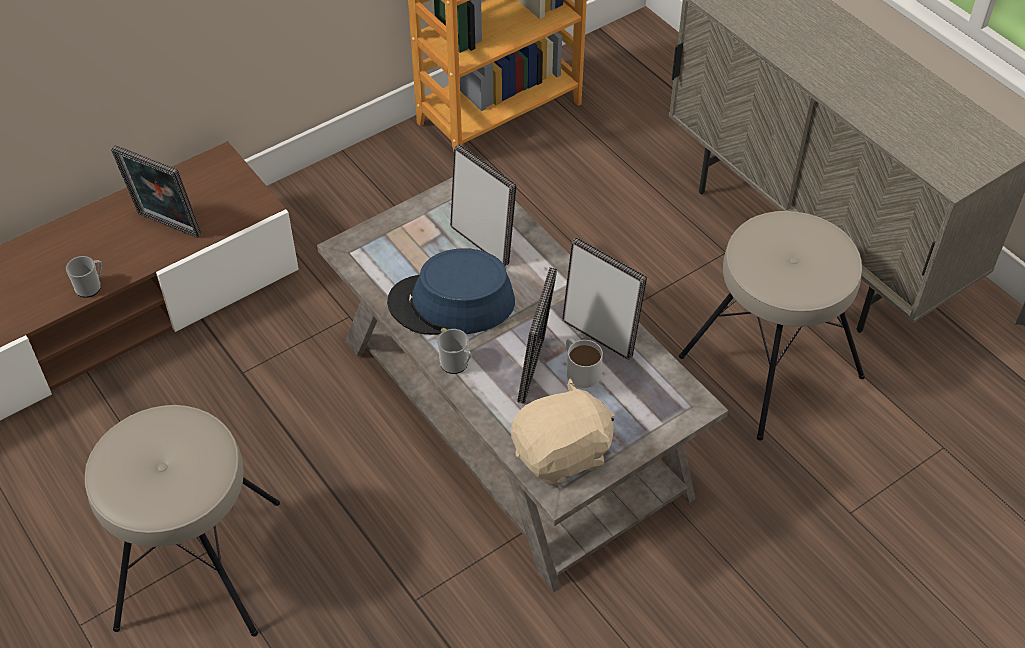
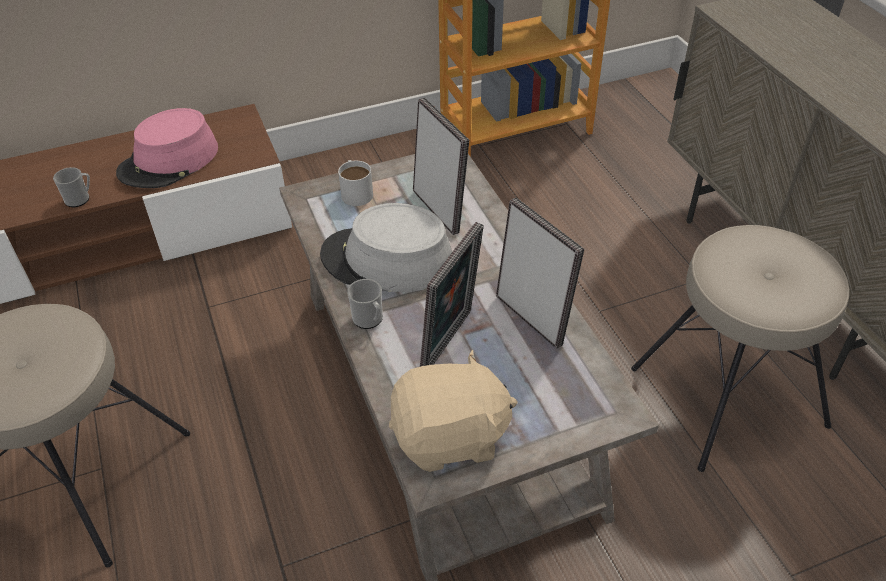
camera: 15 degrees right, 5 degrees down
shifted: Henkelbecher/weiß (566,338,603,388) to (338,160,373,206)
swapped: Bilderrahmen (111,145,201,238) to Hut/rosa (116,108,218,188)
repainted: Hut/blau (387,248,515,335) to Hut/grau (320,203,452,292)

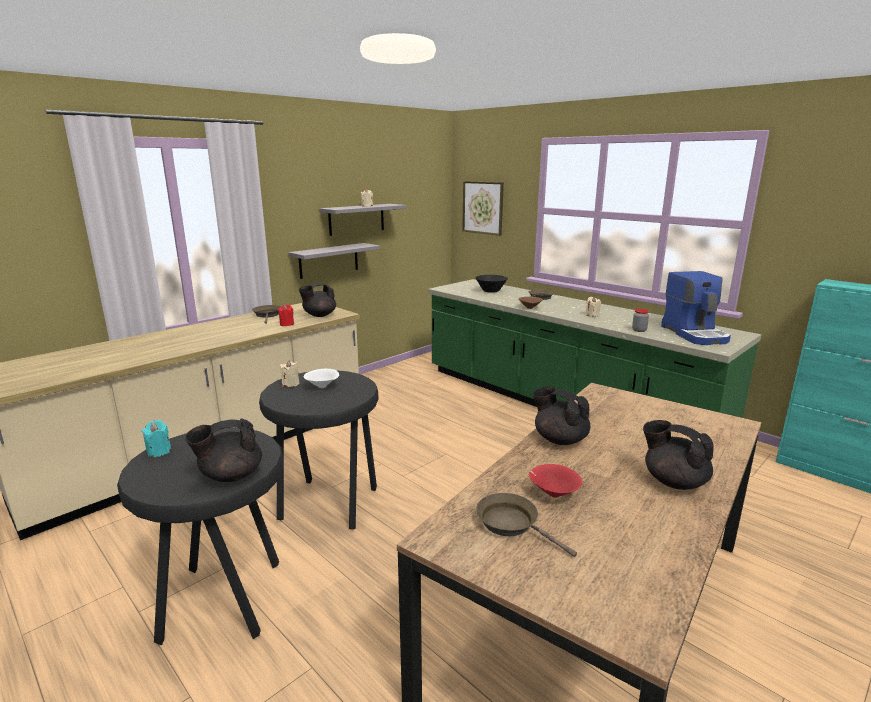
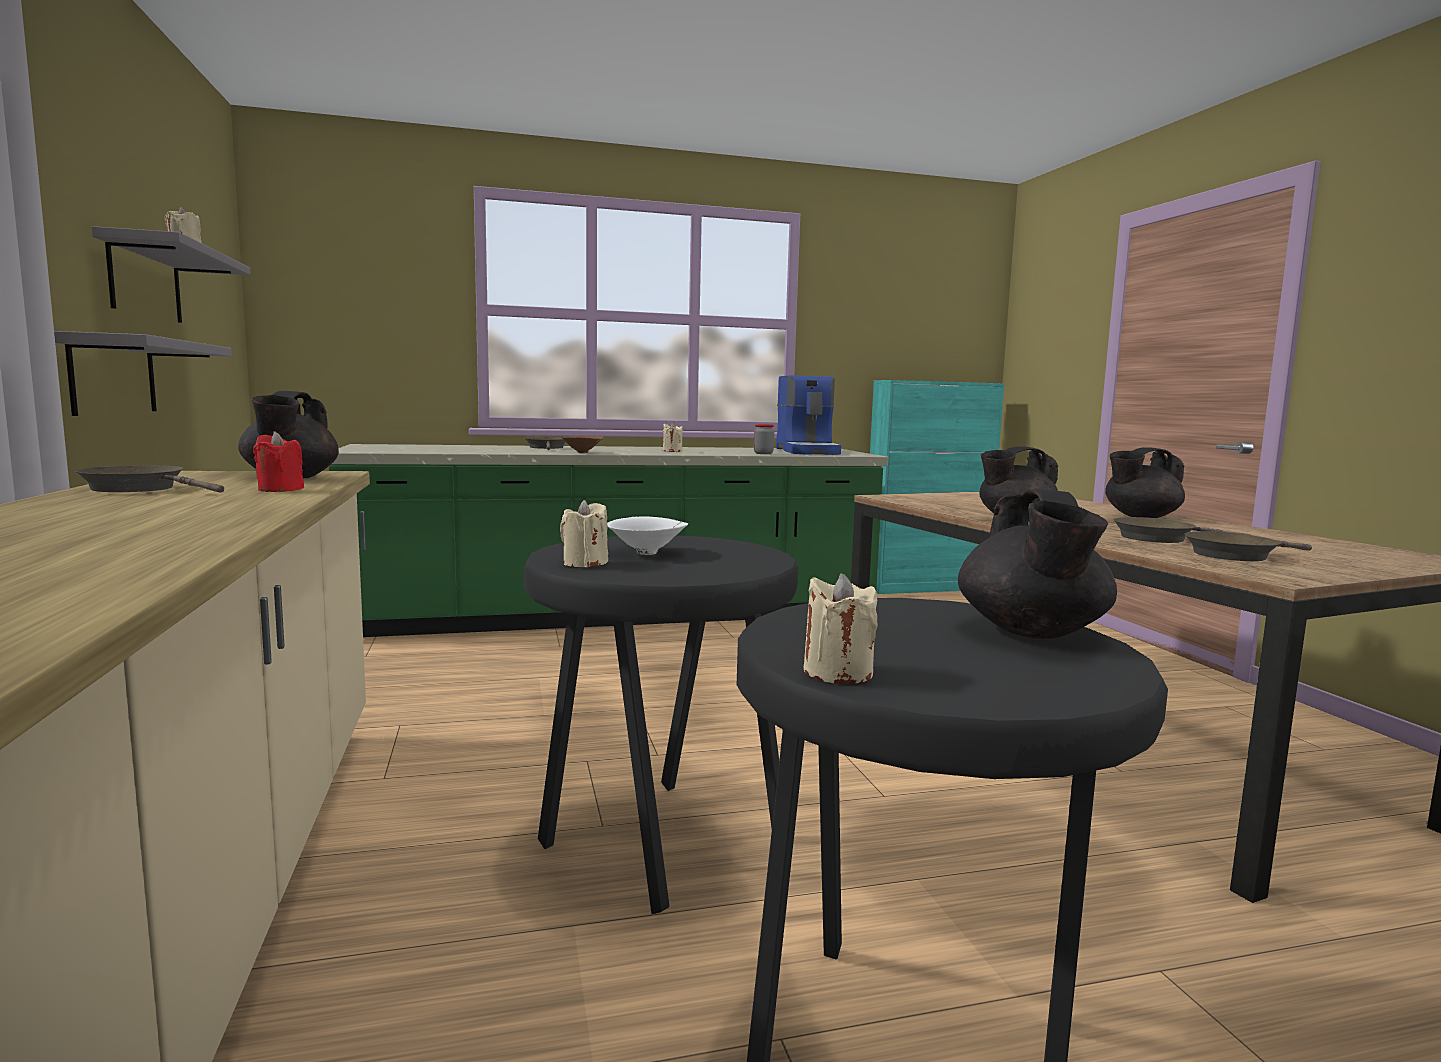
camera: 60 degrees left, 10 degrees down
gone: Bild (462,181,504,236); Schüssel/schwarz (475,275,508,293)
swapped: Schüssel/rot (529,464,582,498) to Pfanne/braun (1113,517,1251,543)
repainted: Kerze/türkis (142,420,171,457) to Kerze/beige (803,573,878,684)
rotated: Kaffeemaschine (661,271,731,345) = (776,375,841,455) 60 degrees clockwise

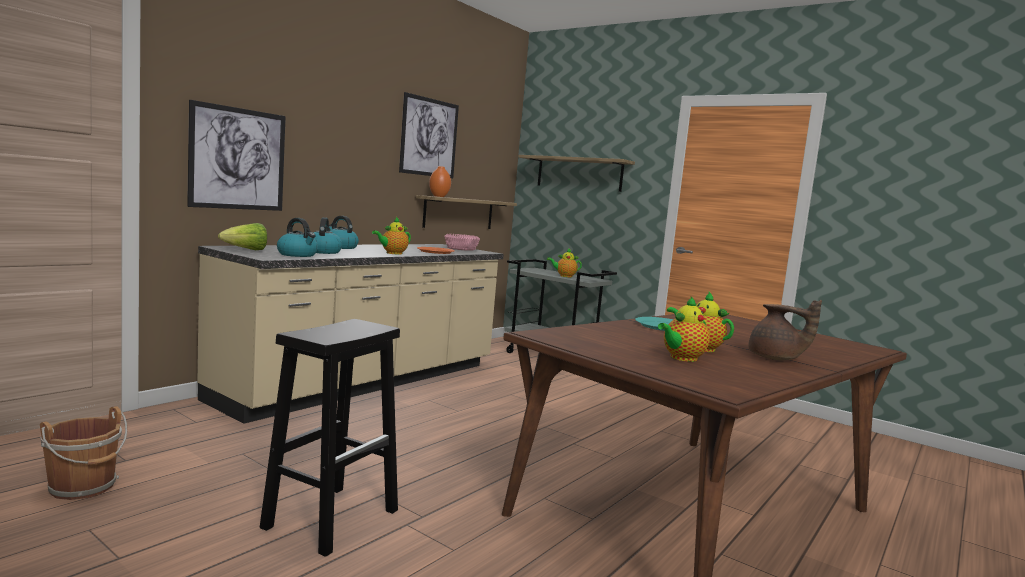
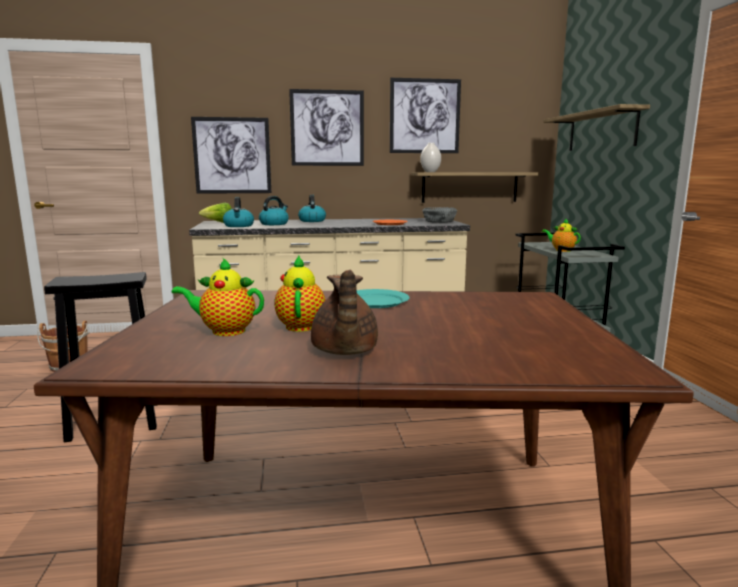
camera: 45 degrees right, 5 degrees up
gone: Teekanne (372,217,411,255)
new: Bild (289,89,364,166)
repainted: Vase/orange (429,166,451,197) to Vase/weiß (420,143,441,172); Schüssel/rosa (444,234,480,251) to Schüssel/grau (422,207,458,223)

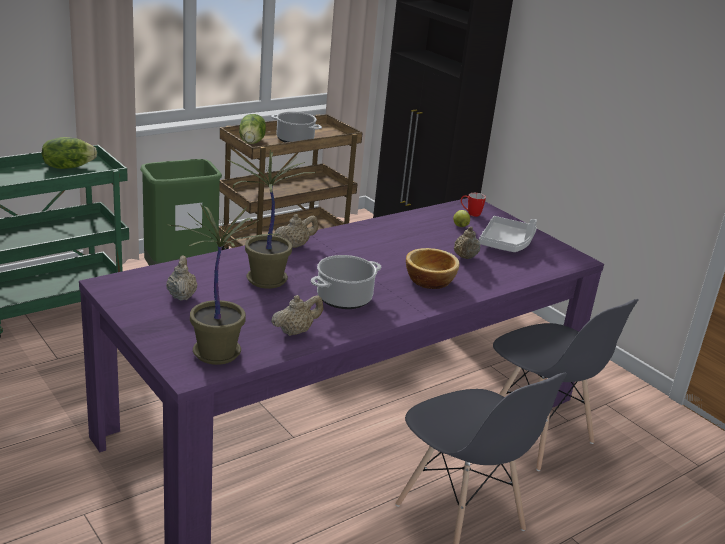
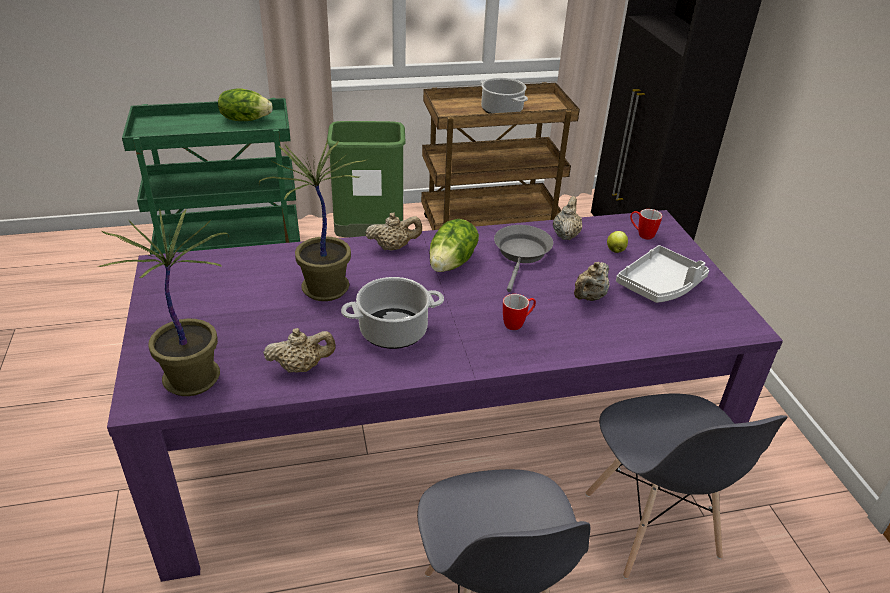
camera: 25 degrees right, 10 degrees up
new: Pfanne/grau (494,225,553,292)
shifted: Salatkopf (239,114,266,144) to (429,219,479,272); Teekanne/beige (166,256,197,301) to (553,196,582,240)
swapped: Schüssel (406,248,460,289) to Henkelbecher (503,294,536,330)

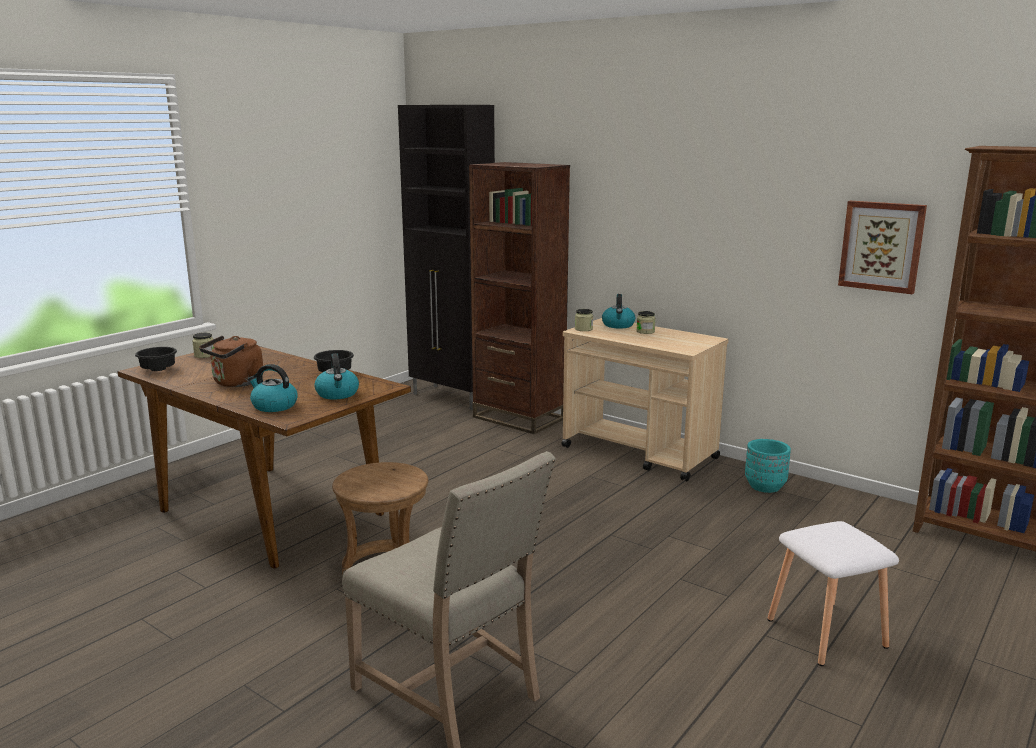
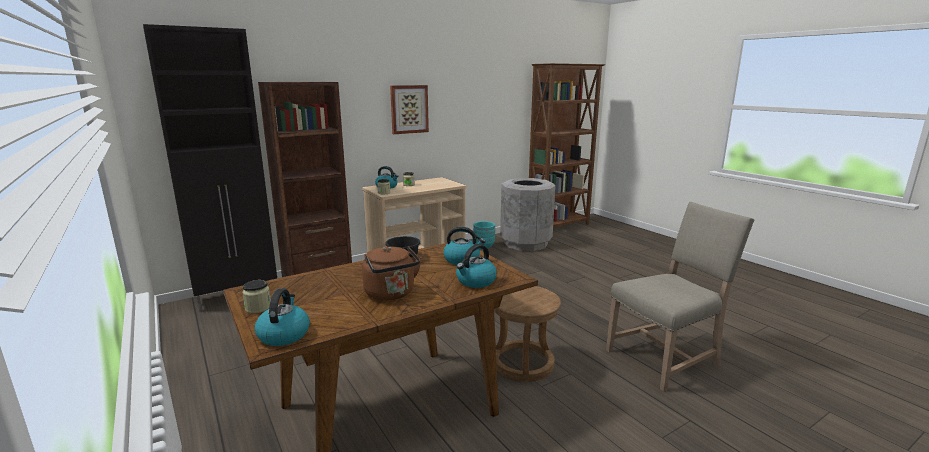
camera: 70 degrees left, 0 degrees up
gone: Hocker/weiß (767,521,899,666)
new: Mülleimer/grau (500,178,556,251)
shifted: Bild (838,201,927,294) to (390,85,429,134)
swapped: Schüssel/schwarz (135,347,177,371) to Wasserkessel (255,289,310,346)

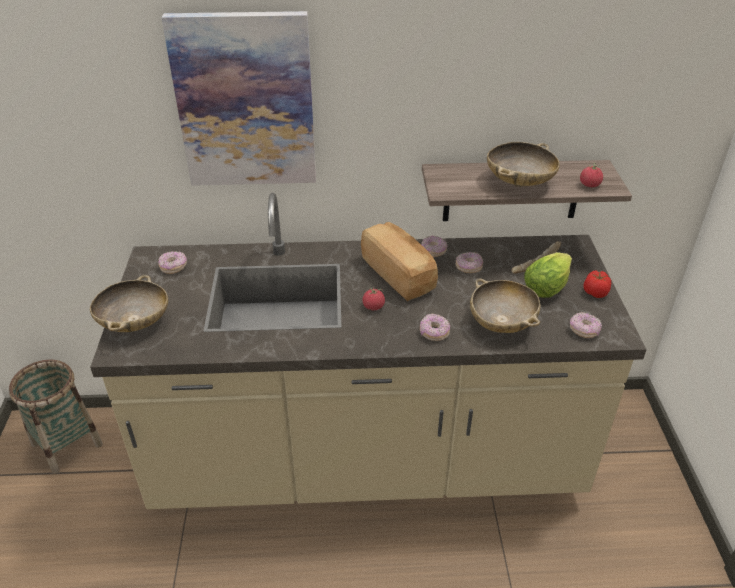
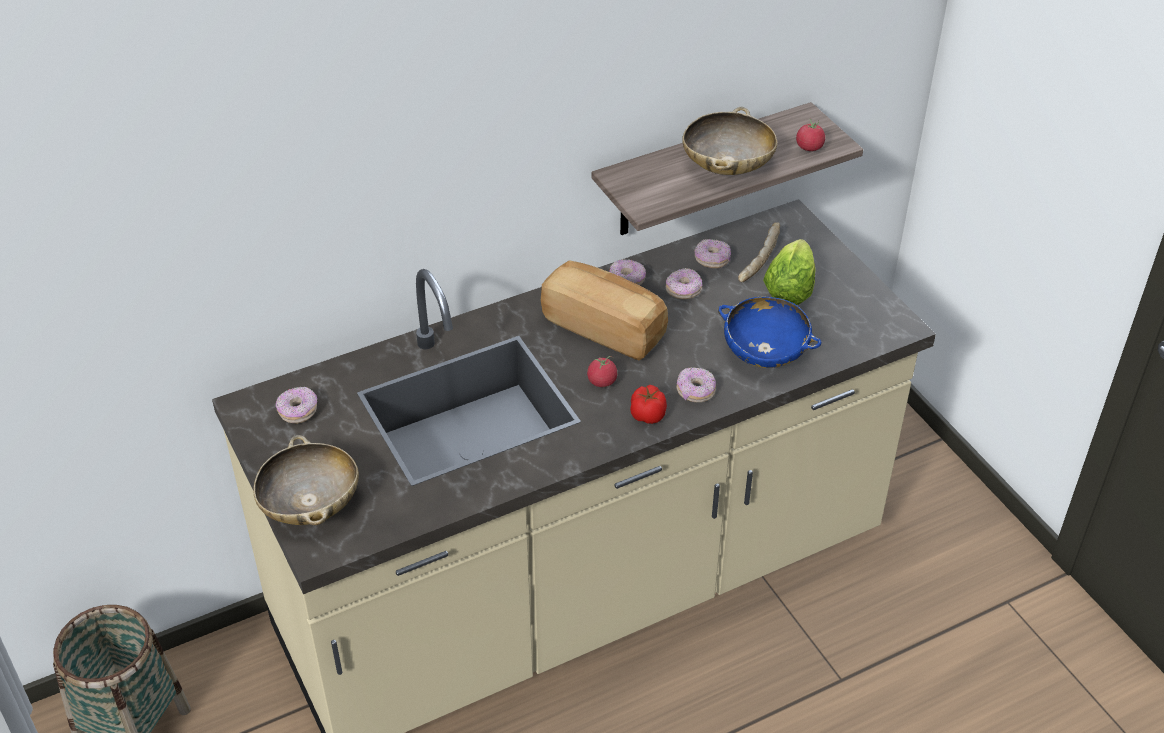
camera: 25 degrees left, 5 degrees up
gone: Bild (161,11,316,186)
shifted: Tomate (583,270,611,298) to (630,385,667,424); Donut (570,312,602,338) to (694,239,731,268)
repainted: Schüssel/beige (470,278,540,333) to Schüssel/blau (718,297,821,368)

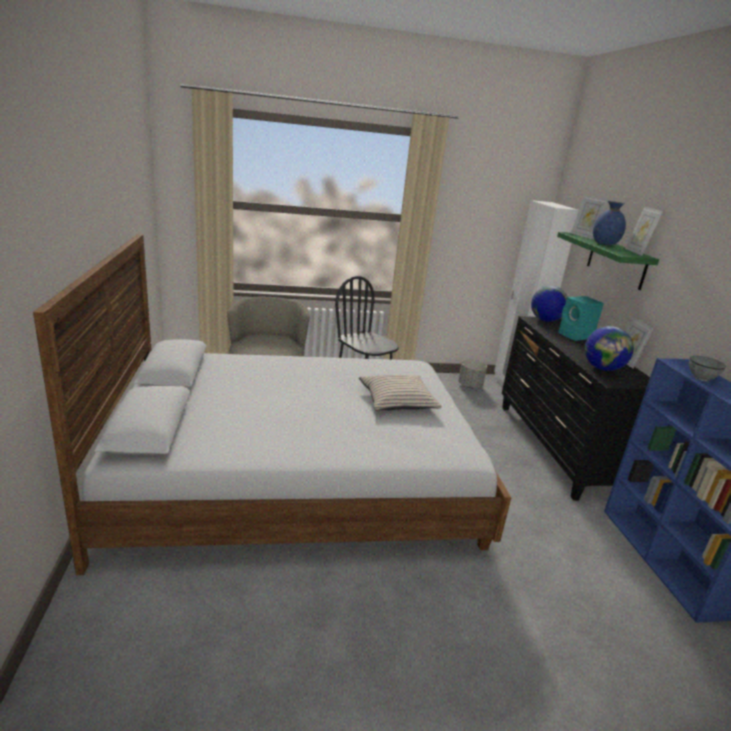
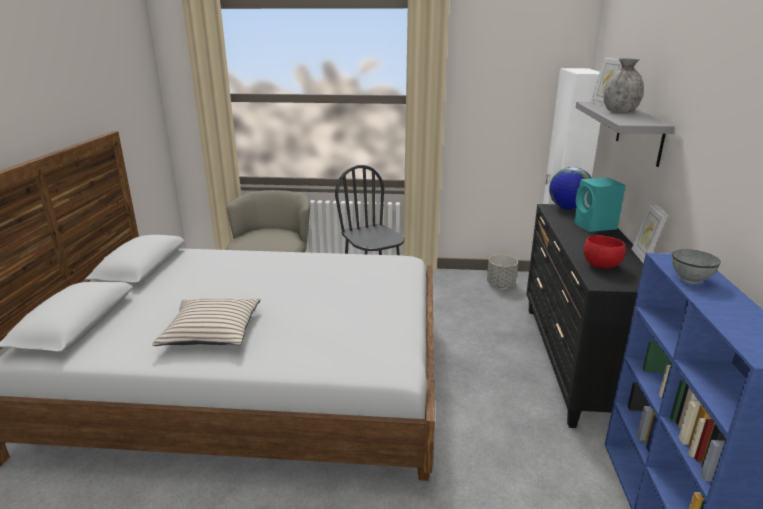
camera: 15 degrees right, 0 degrees up
gone: Bilderrahmen (625,206,663,256)
shifted: Kissen/beige (359,375,442,411) to (152,298,260,346)
swapped: Globus (585,326,634,371) to Schüssel/rot (583,235,626,269)
repainted: Wandregal/grün (557,232,659,290) to Wandregal/grau (576,102,675,167); Vase/blau (593,201,626,245) to Vase/grau (603,58,644,113)

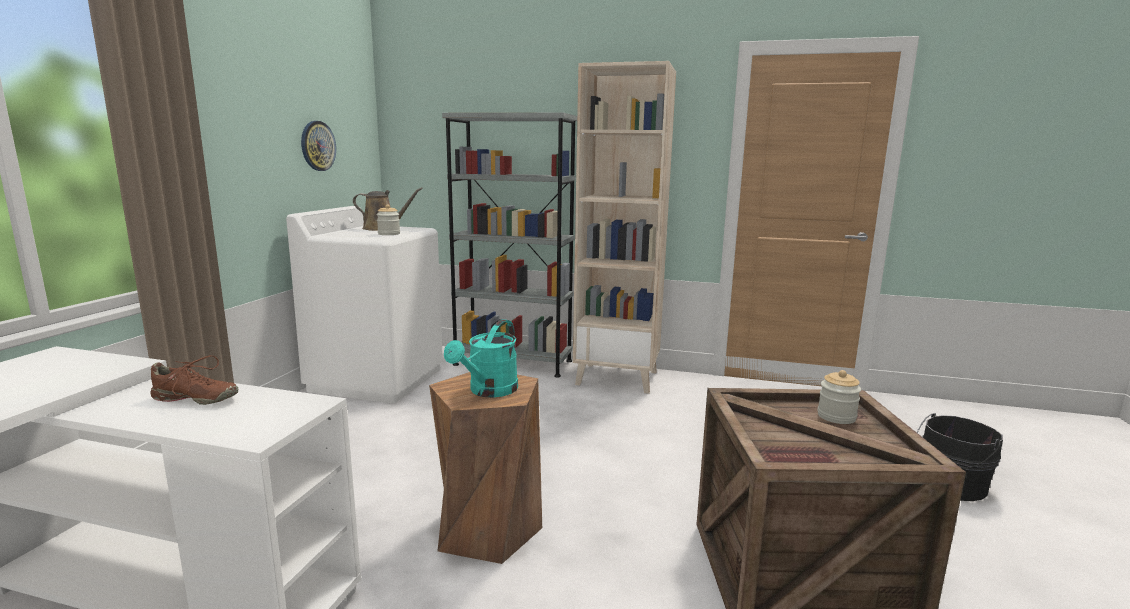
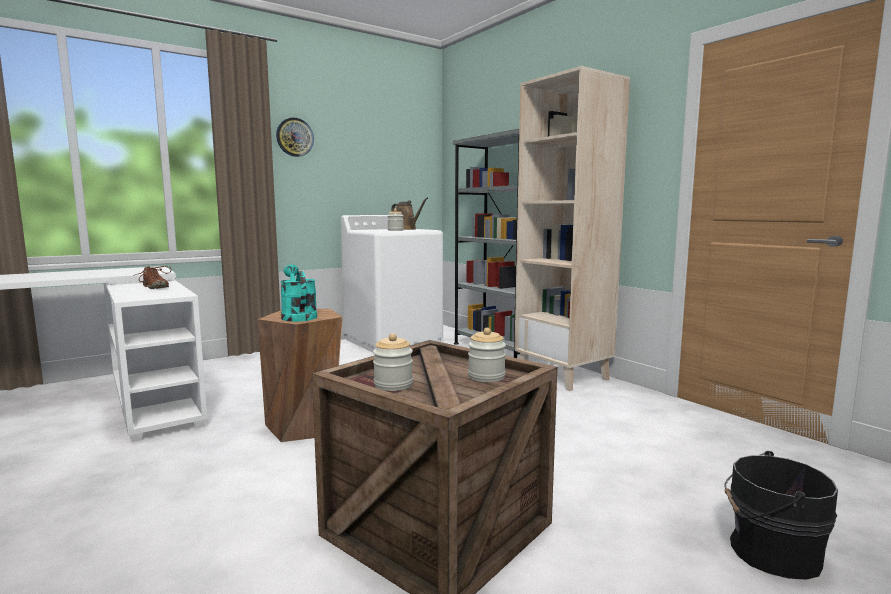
camera: 40 degrees right, 5 degrees down
new: Vorratsglas (373,333,413,391)
shifted: Wanduhr (301,121,336,171) to (276,117,314,157)
rotated: Gießkanne/türkis (444,319,518,397) = (280,265,317,322) 90 degrees clockwise

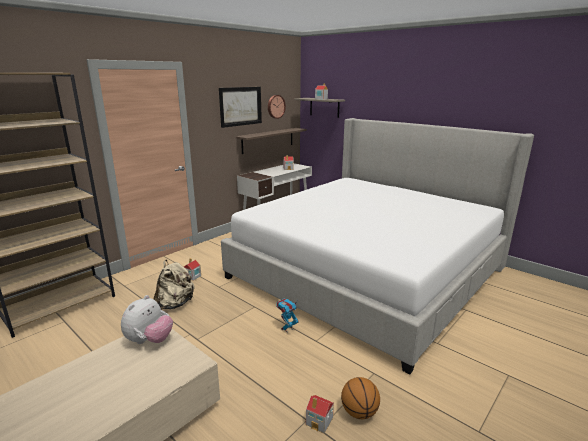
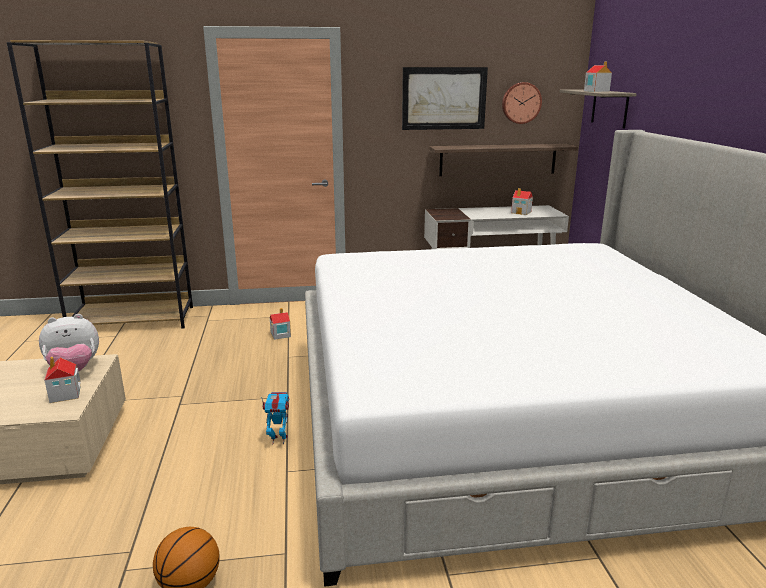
camera: 40 degrees right, 0 degrees up
gone: Rucksack/beige (154,260,195,310)
shifted: Spielzeughaus (306,395,334,433) to (44,357,81,403)

